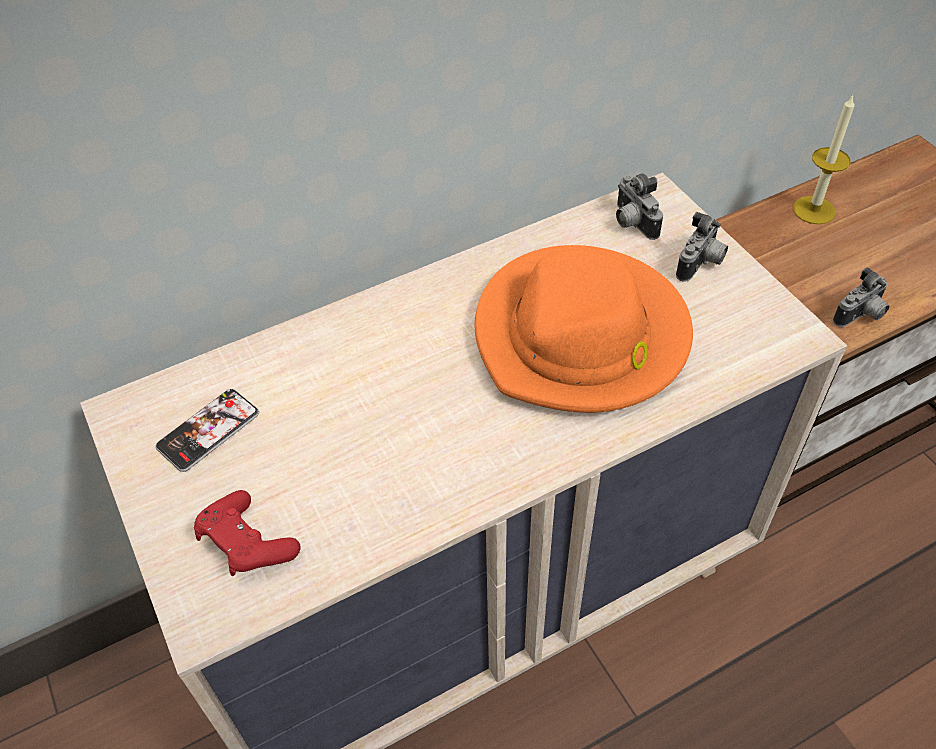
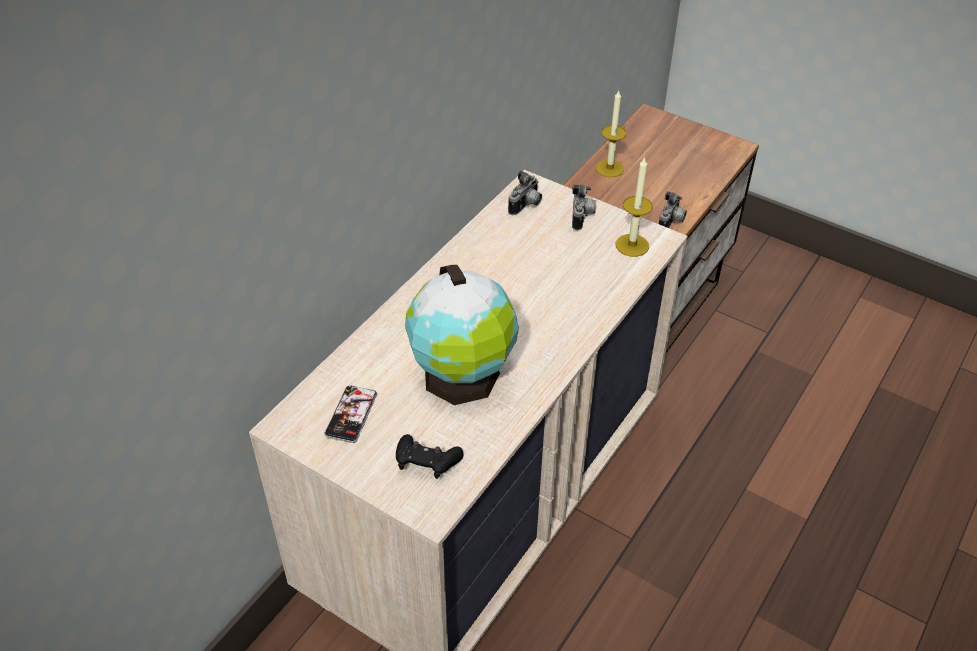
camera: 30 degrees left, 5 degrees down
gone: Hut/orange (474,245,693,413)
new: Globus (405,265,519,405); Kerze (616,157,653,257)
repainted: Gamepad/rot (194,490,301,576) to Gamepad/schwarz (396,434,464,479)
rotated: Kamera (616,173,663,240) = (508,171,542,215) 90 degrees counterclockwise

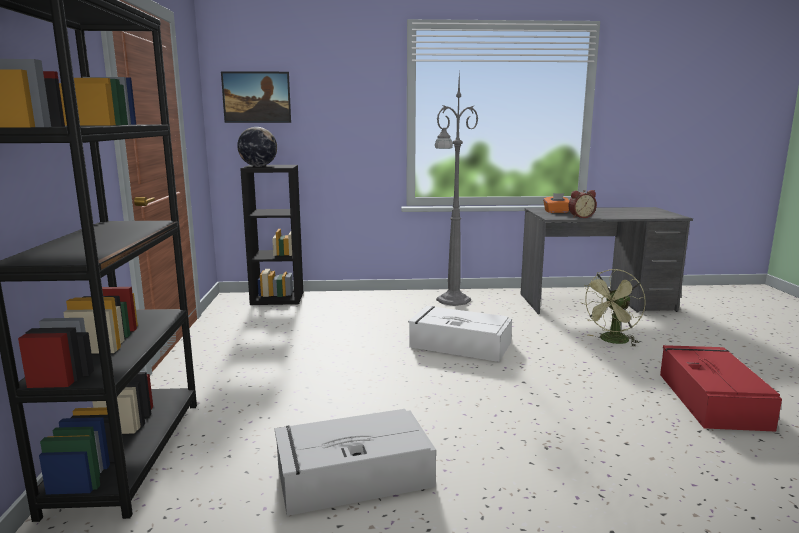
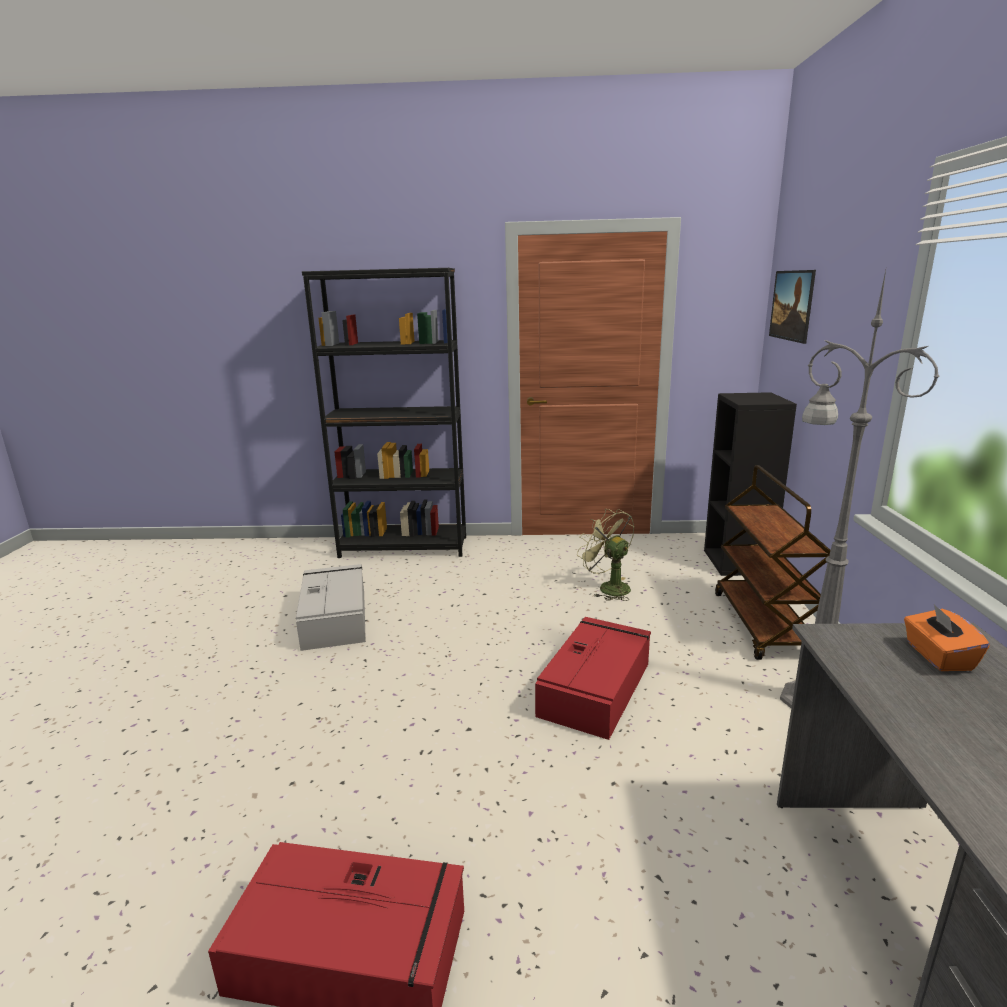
camera: 95 degrees right, 5 degrees up
gone: Globus (237,127,277,167); Wecker (569,190,597,218)
new: Rollwagen/braun (715,465,830,660)
shifted: Ventilator/grün (582,269,646,347) to (577,509,634,601)
repainted: Aufbewahrungsbox/weiß (408,306,512,362) to Aufbewahrungsbox/rot (535,617,651,740)

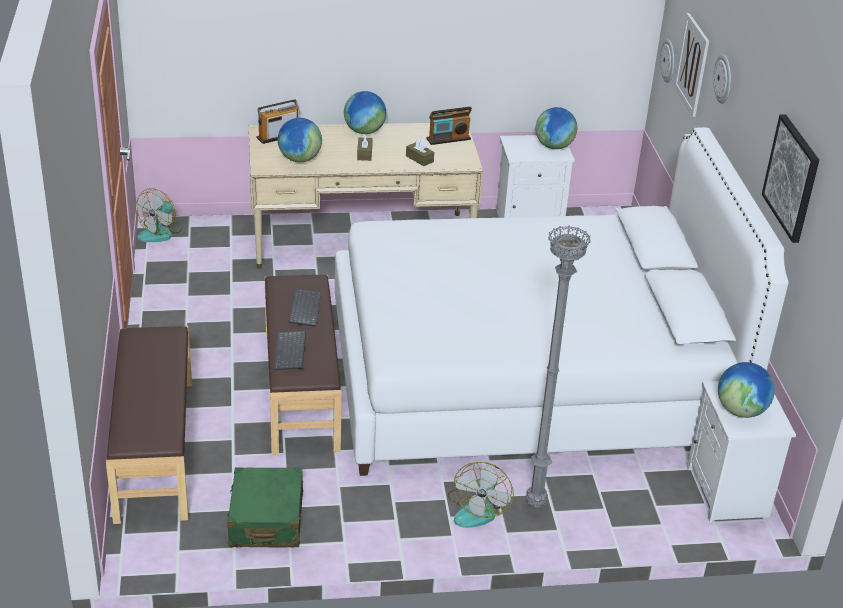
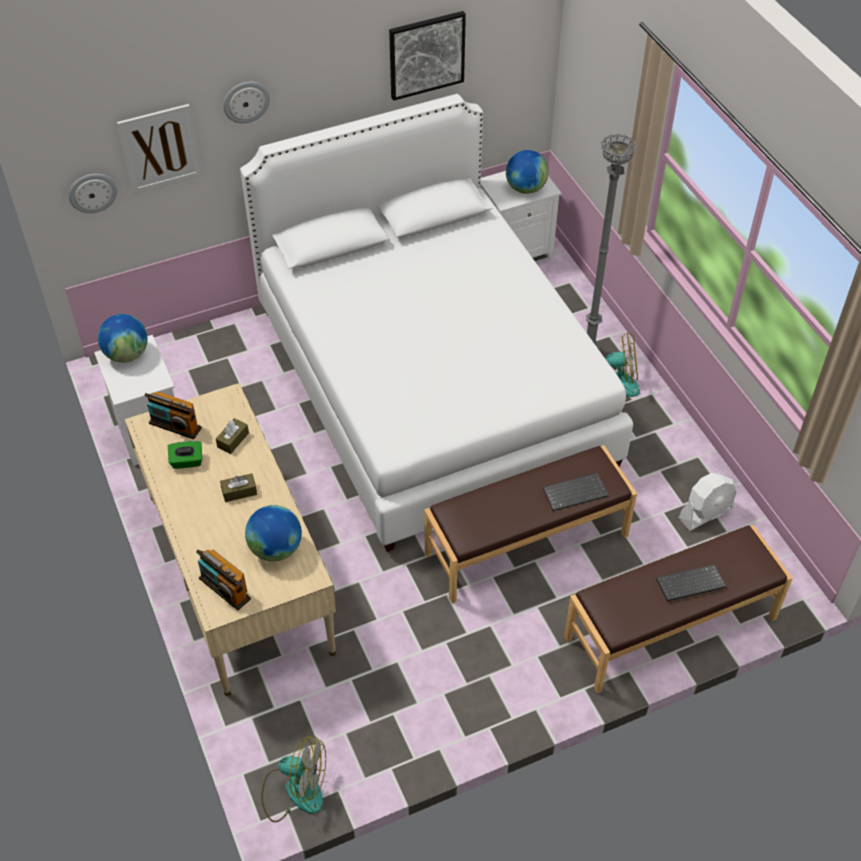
camera: 105 degrees left, 15 degrees up
gone: Globus (344,91,386,134)
new: Taschentuchbox/grün (168,441,202,469)
shifted: Tastatur (289,288,322,327) to (656,564,727,601)
swapped: Koffer/grün (227,467,303,548) to Ventilator/weiß (679,473,736,531)
rotated: Radio (426,107,472,145) = (144,392,202,439) 150 degrees clockwise

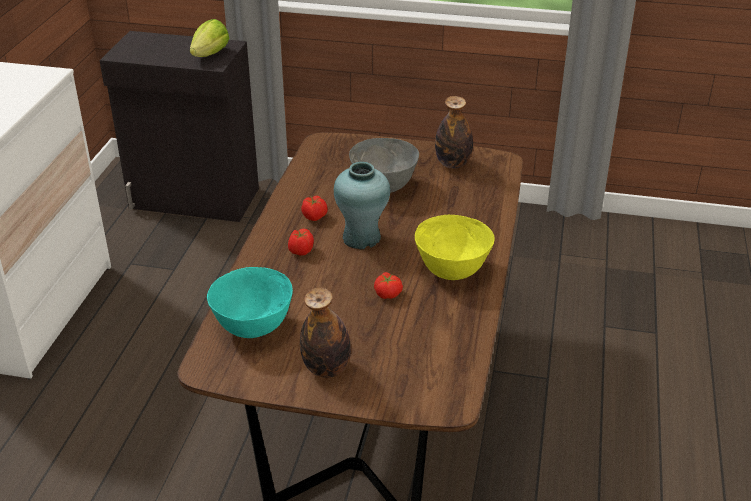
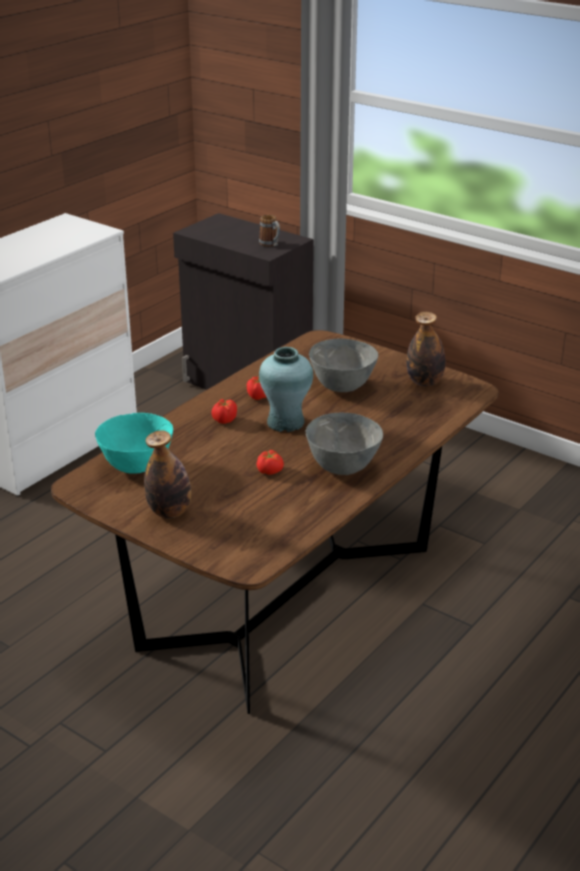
camera: 25 degrees right, 5 degrees down
swapped: Salatkopf (190,19,229,57) to Henkelbecher (259,215,280,247)
repainted: Schüssel/gelb (415,215,495,280) to Schüssel/grau (306,413,383,475)

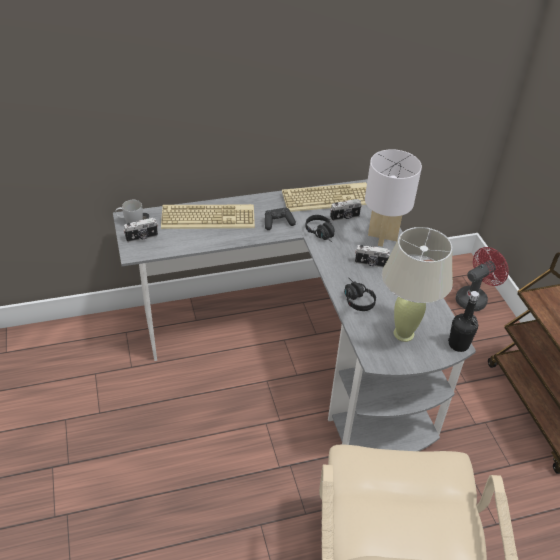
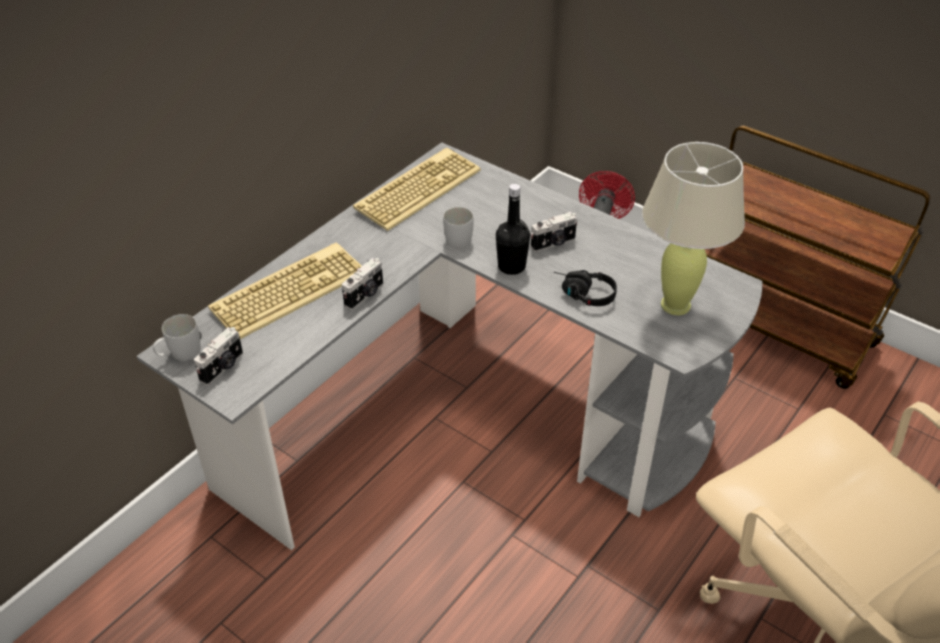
camera: 35 degrees left, 0 degrees up
gone: Gamepad/schwarz (265,207,296,230); Tischlampe/weiß (365,149,422,247)
shifted: Kamera (330,199,362,221) to (342,258,383,310); Flasche/schwarz (448,291,479,352) to (496,184,530,275)
swapped: Kopfhörer/schwarz (305,215,335,242) to Henkelbecher/weiß (443,207,473,248)

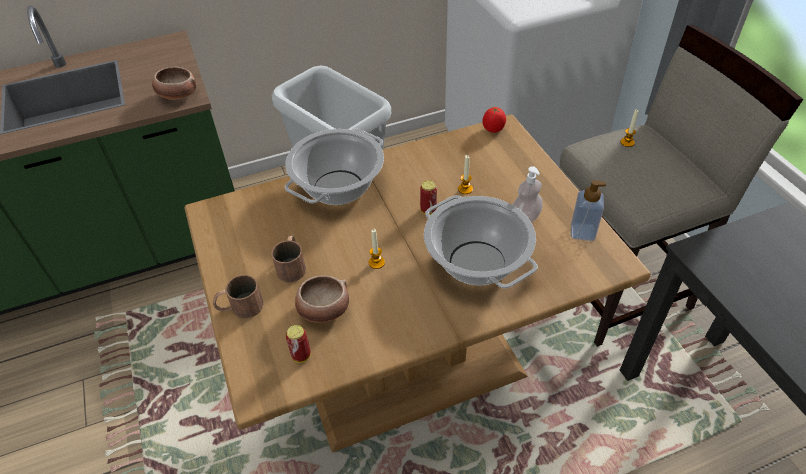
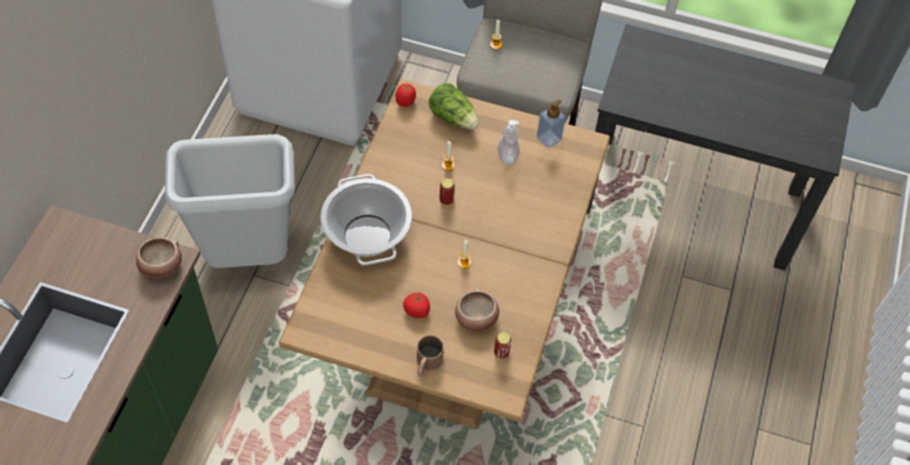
camera: 55 degrees left, 10 degrees up
gone: Kochtopf (424,195,538,289)
new: Salatkopf (429,83,479,130)
swapped: Henkelbecher/braun (271,235,306,282) to Tomate (403,292,430,318)

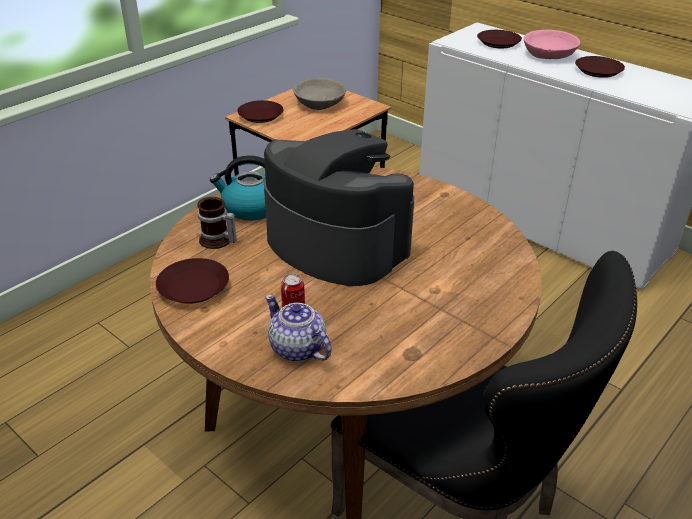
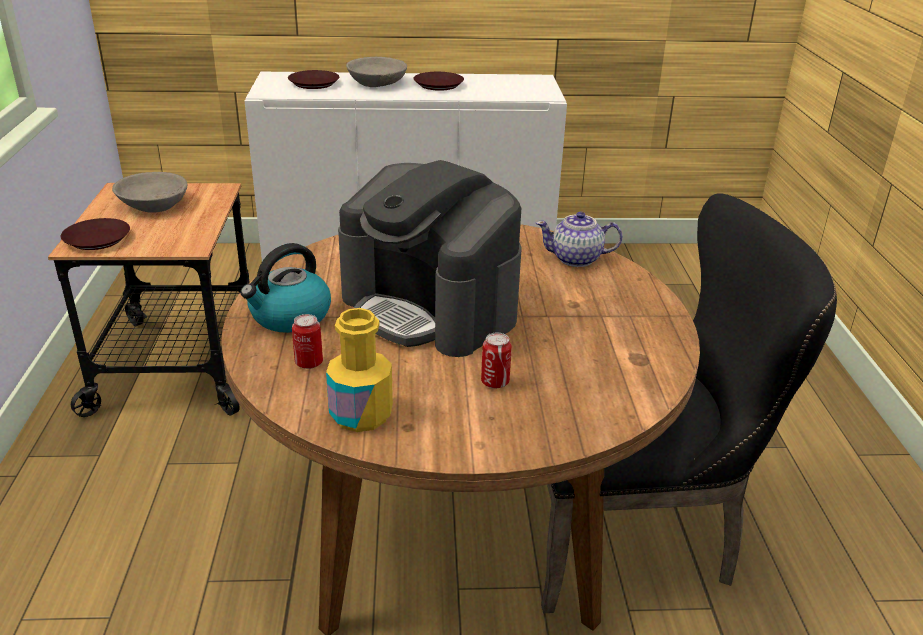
camera: 45 degrees left, 5 degrees down
shifted: Teekanne (265,294,332,362) to (536,212,622,267)
swapped: Henkelbecher (197,197,237,249) to Dose (292,314,323,369); Teller/braun (156,258,229,304) to Flasche/gelb (326,308,393,432)
repainted: Schüssel/rosa (524,30,580,59) to Schüssel/grau (346,57,407,87)
rotated: Kaffeemaschine (264,129,414,286) = (338,160,522,357) 135 degrees counterclockwise

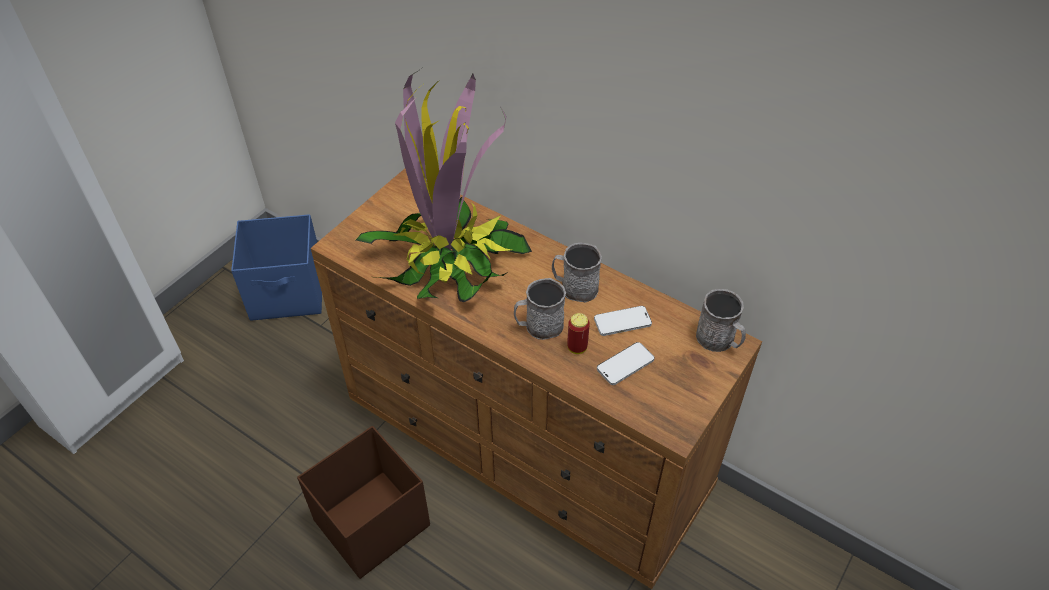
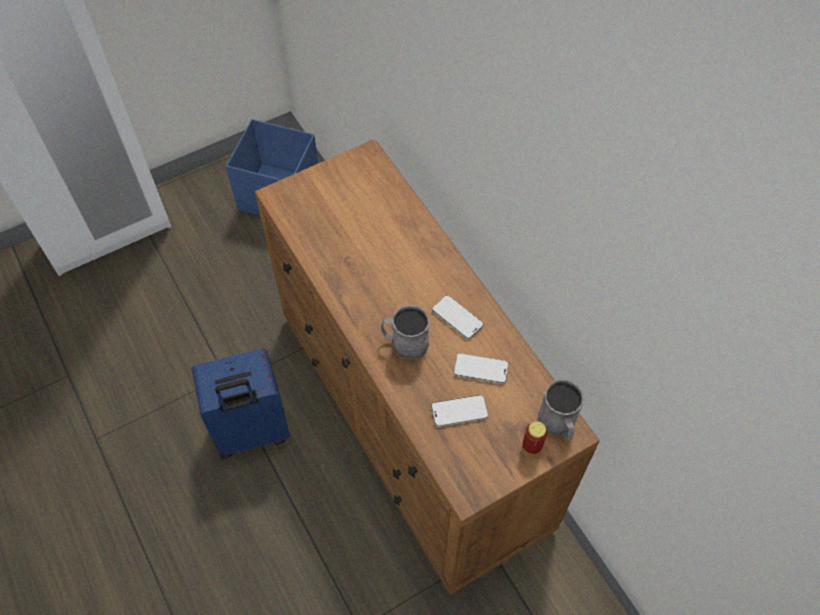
camera: 25 degrees right, 10 degrees up
gone: Topfpflanze (356,70,532,302)
shifted: Dose (567,313,590,354) to (522,421,547,455)
swapped: Aufbewahrungsbox/braun (297,426,430,579) to Koffer/blau (192,348,290,459); Henkelbecher/grau (552,243,602,302) to Handy (432,295,483,339)

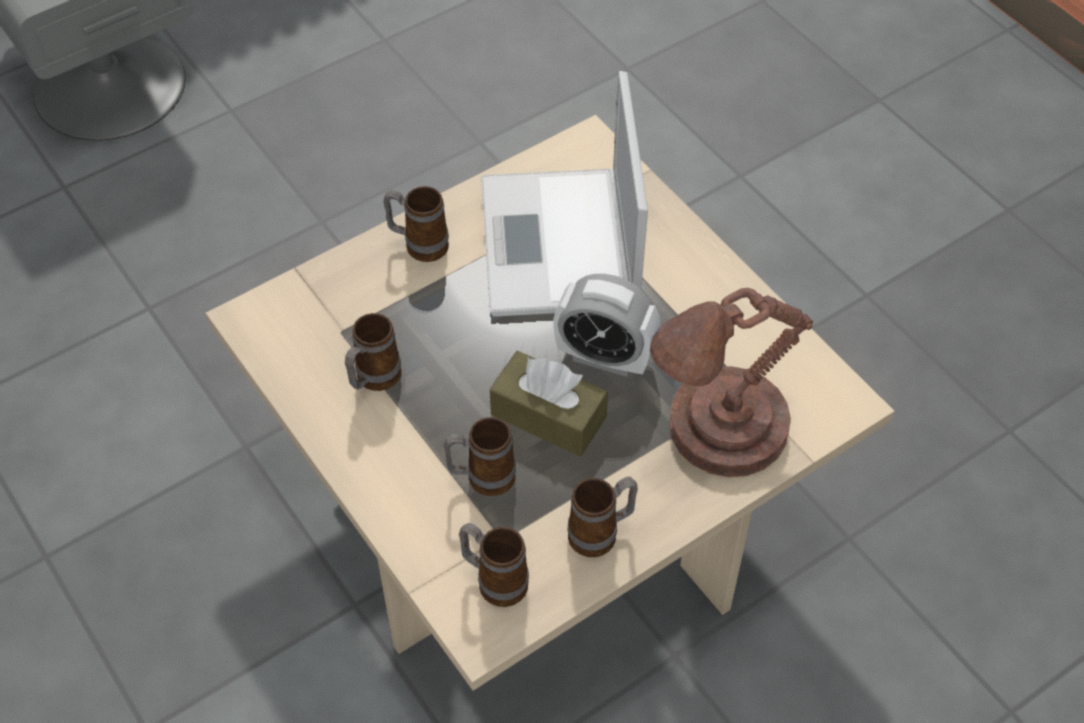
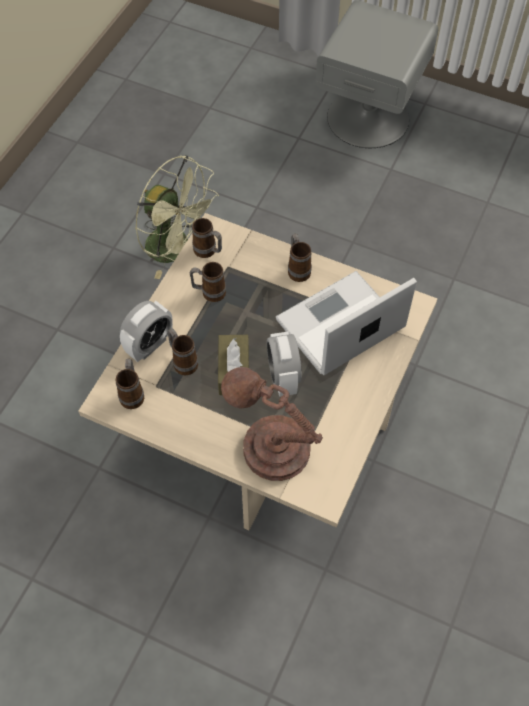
camera: 60 degrees right, 5 degrees up
new: Wecker (120,301,173,362); Ventilator/grün (135,155,219,279)
shifted: Henkelbecher (568,477,638,557) to (192,218,222,258)

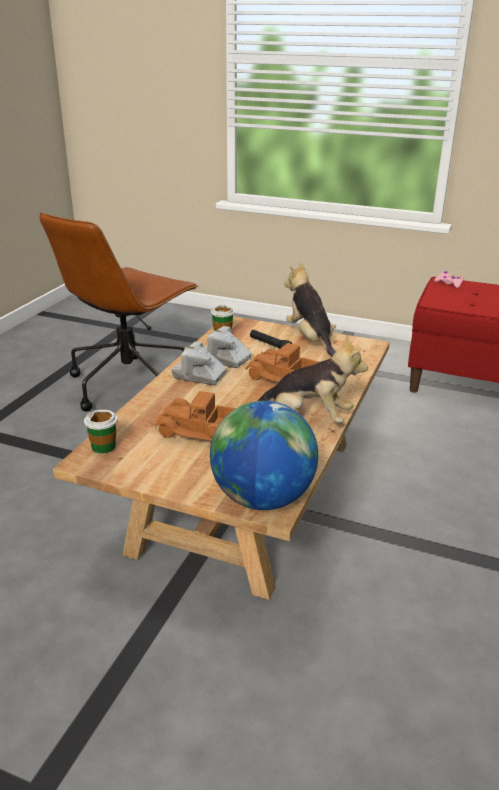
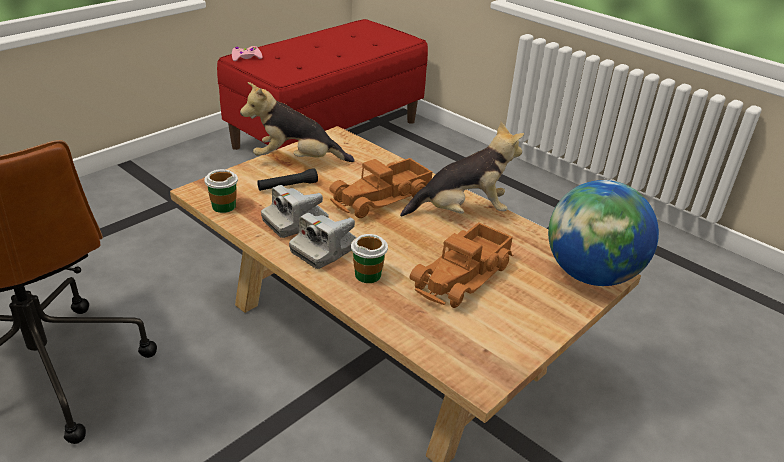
camera: 70 degrees left, 5 degrees up
shifted: Tasse (84,409,118,454) to (351,234,388,283)
rotated: Plüschtier (258,335,368,423) = (400,121,524,217) 45 degrees clockwise

